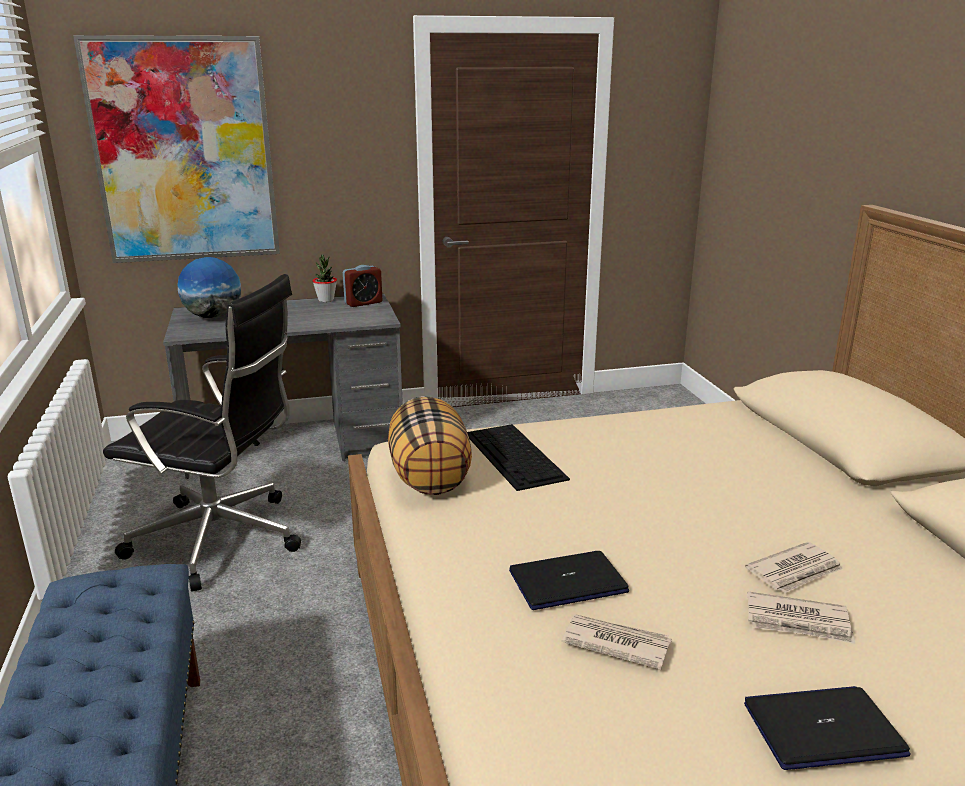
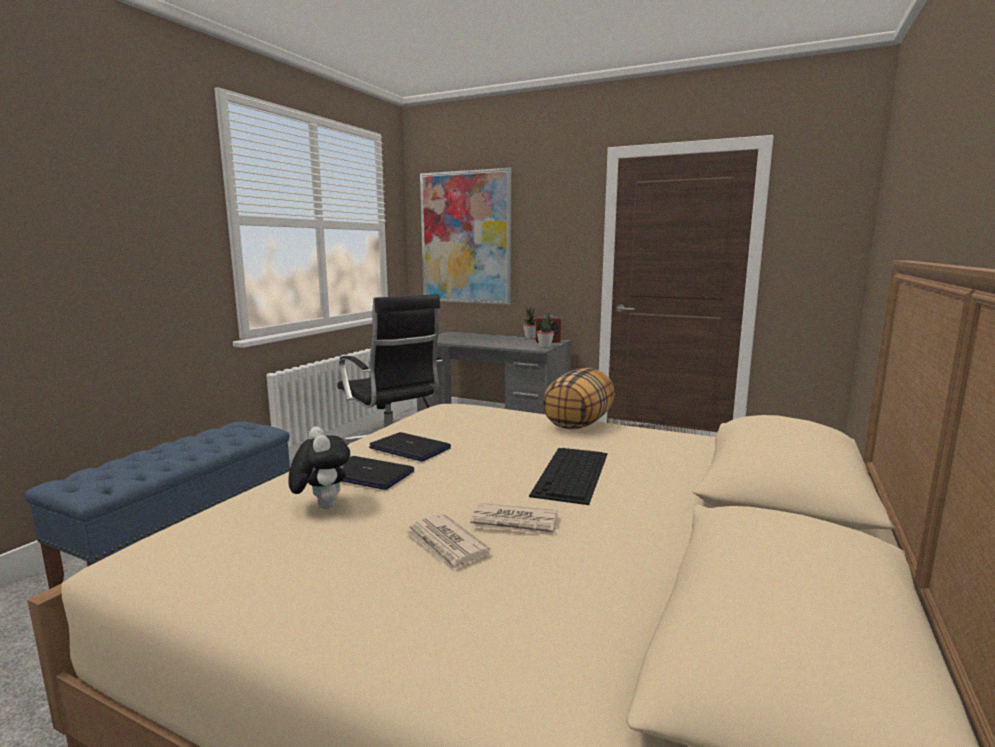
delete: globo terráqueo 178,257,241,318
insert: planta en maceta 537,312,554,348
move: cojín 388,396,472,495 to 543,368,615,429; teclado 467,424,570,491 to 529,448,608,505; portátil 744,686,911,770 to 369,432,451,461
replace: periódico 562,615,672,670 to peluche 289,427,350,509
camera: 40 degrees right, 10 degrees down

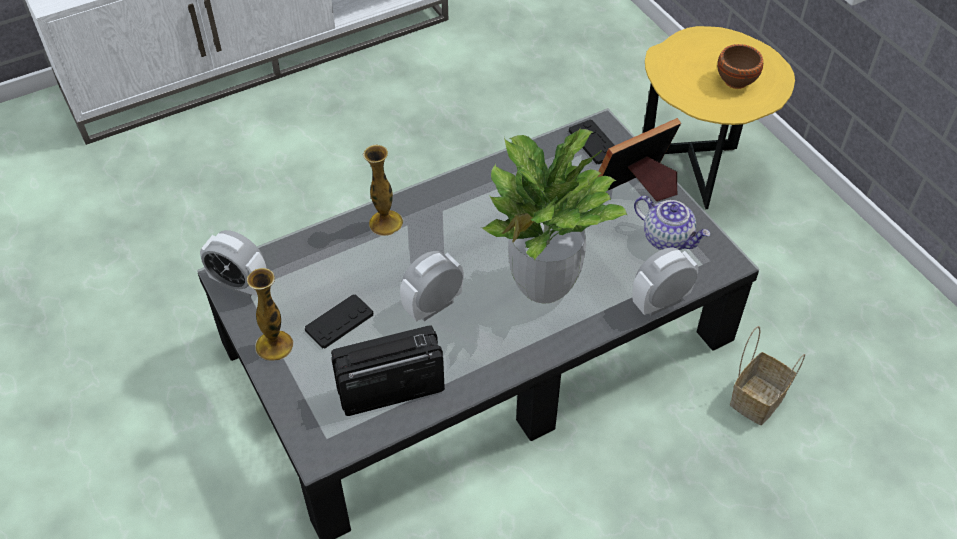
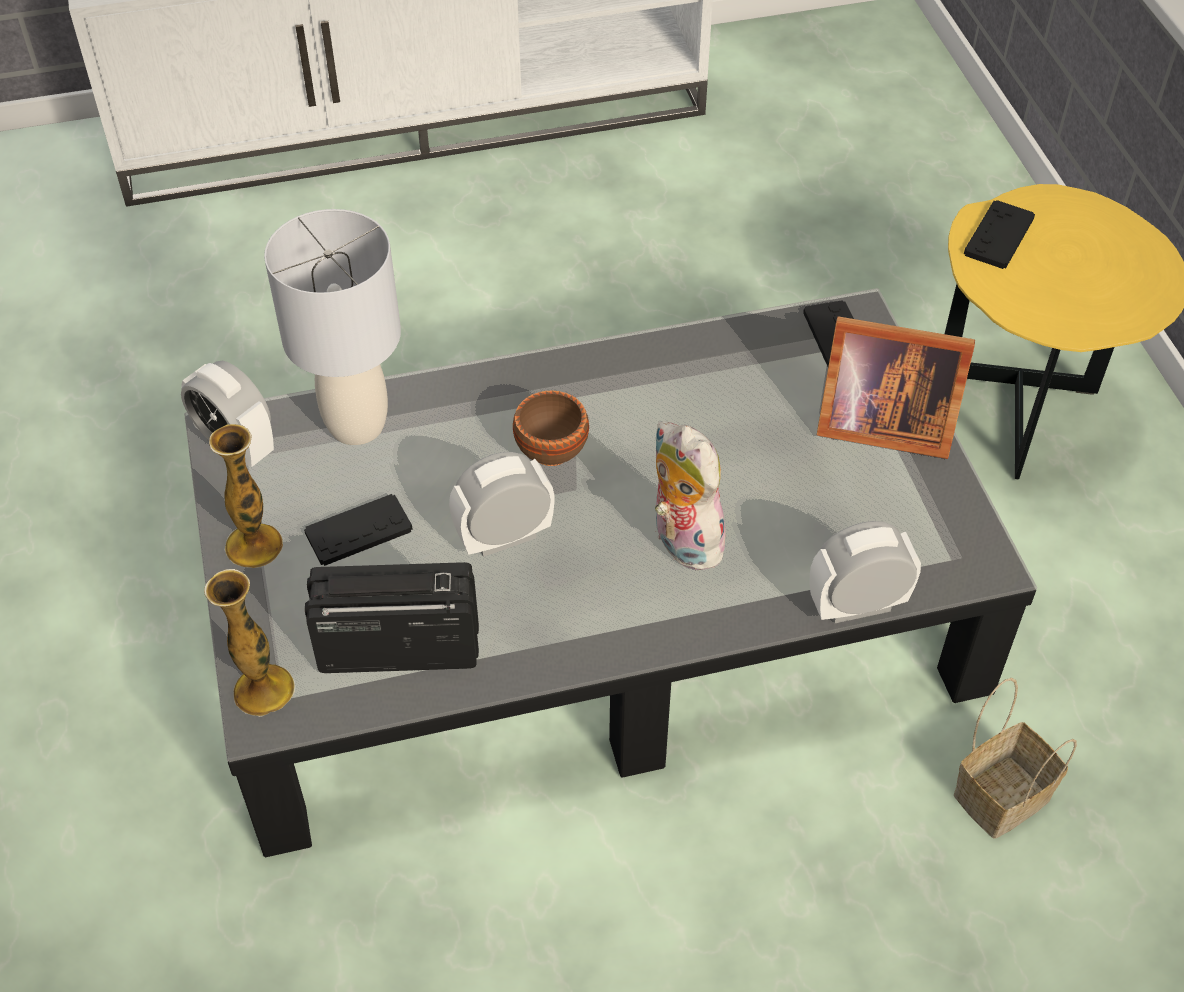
delete: tetera 634,196,710,250
insert: mando de consola (negro) 964,200,1035,269; lámpara de mesa (gris) 264,209,401,445
move: cuenco (marrón) 717,44,763,89 to 513,391,589,466; florero 363,145,403,236 to 204,569,295,717
replace: planta en maceta 481,128,628,303 to peluche 655,421,730,571
rotate: portarretratos 598,118,681,201 = 817,316,975,459 150 degrees counterclockwise
camera: 15 degrees right, 0 degrees up

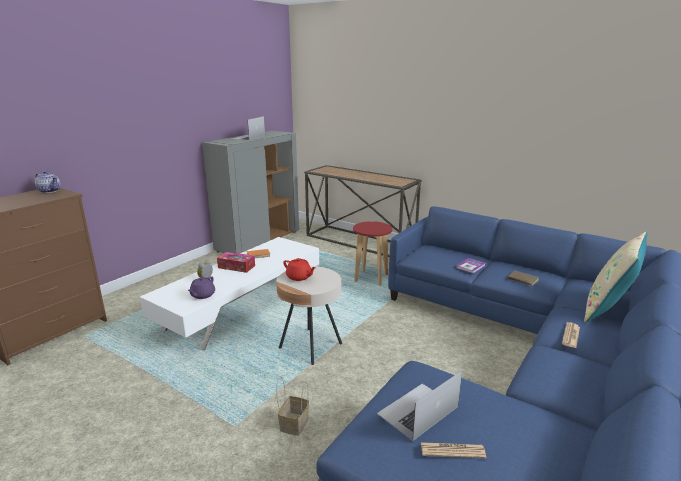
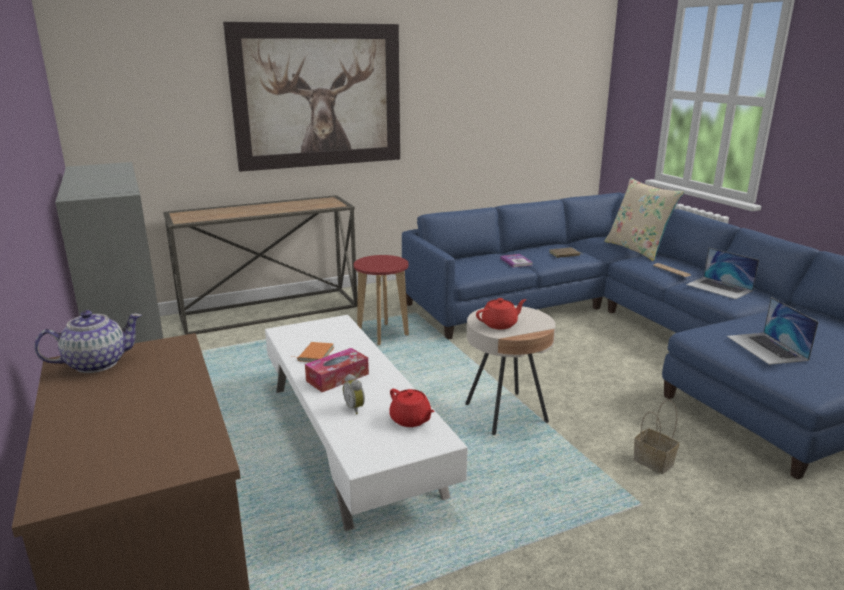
delete: periódico 421,442,486,458
insert: cuadro 223,22,400,172
move: portátil 233,116,265,141 to 686,248,759,299
recolor: tetera (morado) 188,276,215,299 to tetera (rojo) 389,389,435,427
camera: 60 degrees left, 0 degrees up

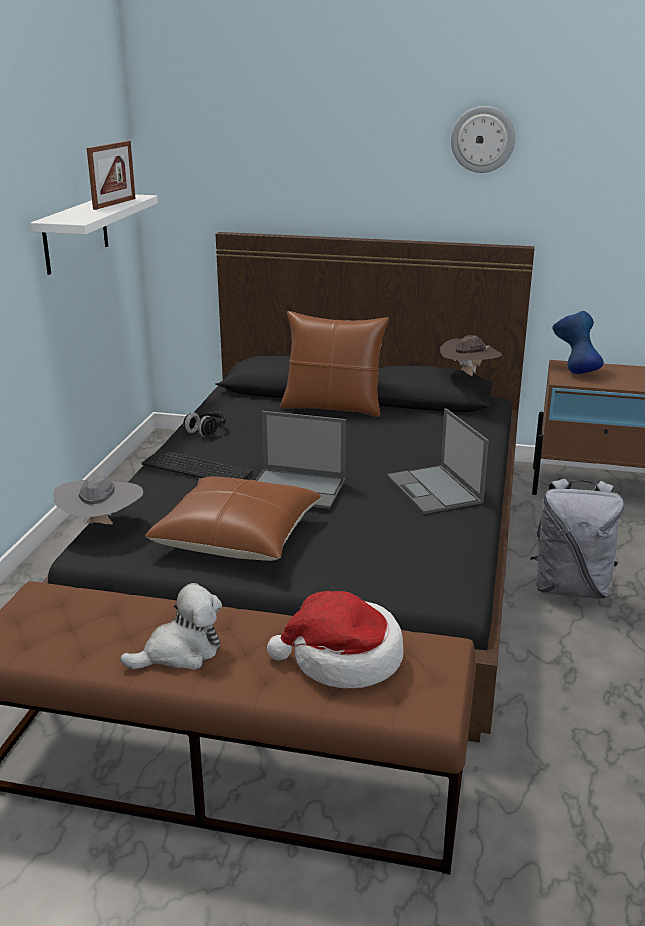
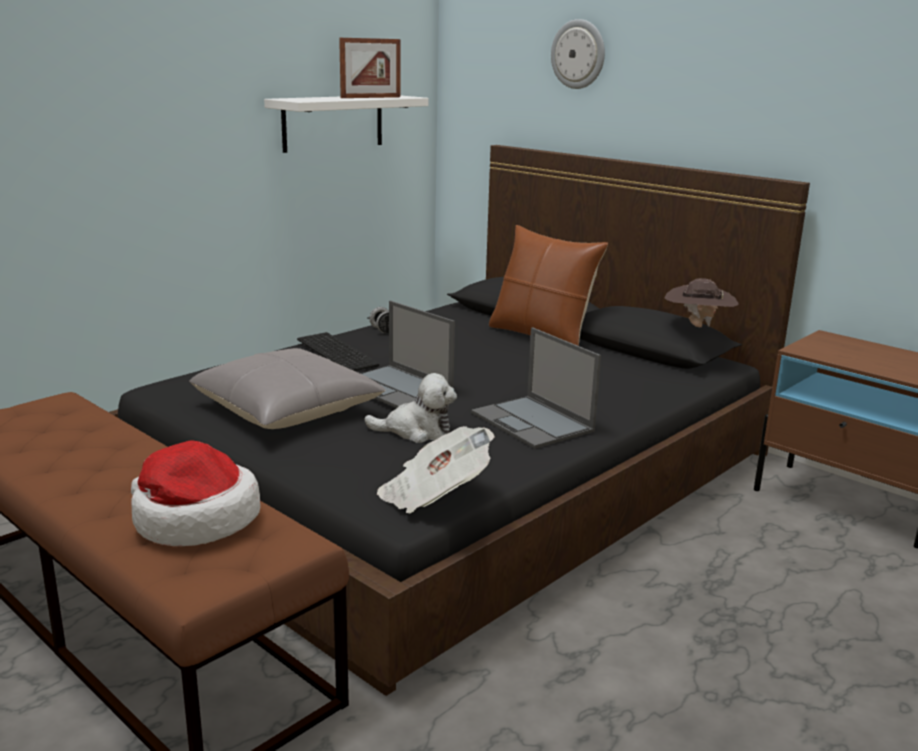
delete: florero (azul) 552,311,604,374; sombrero (gris) 53,474,143,524; mochila (gris) 530,479,624,599
insert: periódico 377,426,495,514
move: reloj de pared 451,106,515,173 to 551,19,605,89; peluche 120,583,222,670 to 364,373,457,443
recolor: cojín (marrón) 145,476,321,561 to cojín (gris) 189,348,385,429
rotate: portátil 387,408,489,514 = 471,328,601,449 45 degrees counterclockwise
camera: 30 degrees right, 5 degrees down

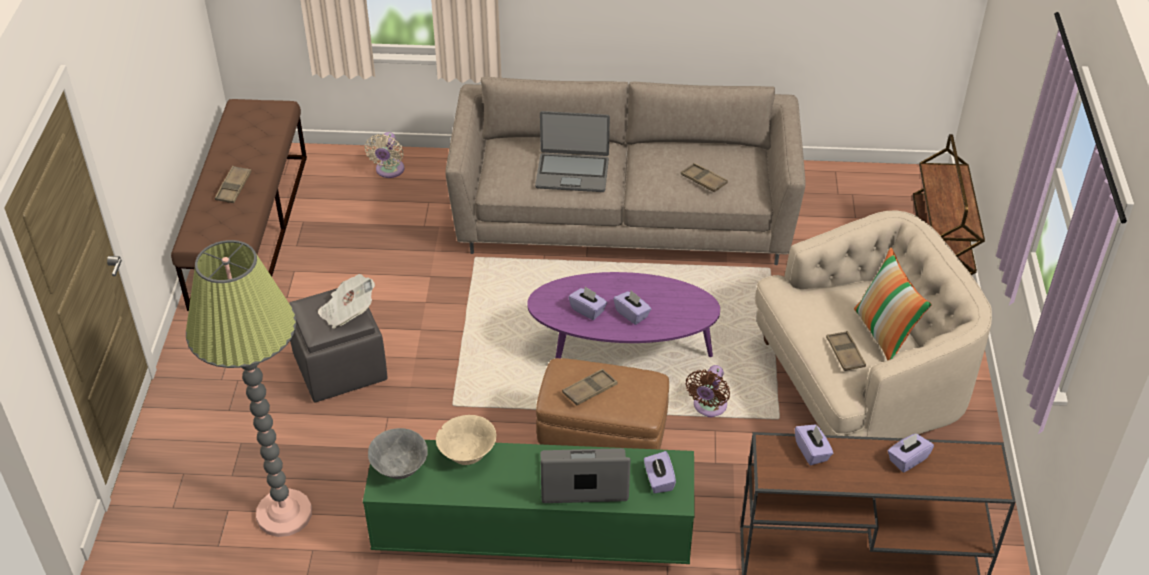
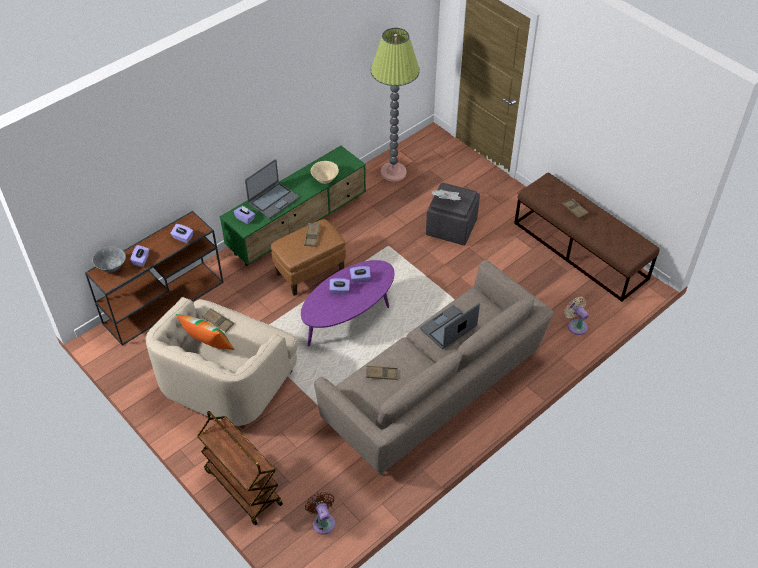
move: ventilador (marrón) 686,365,730,417 to 305,492,335,534; cuenco (gris) 368,428,428,479 to 92,247,126,273
camera: 135 degrees right, 5 degrees up

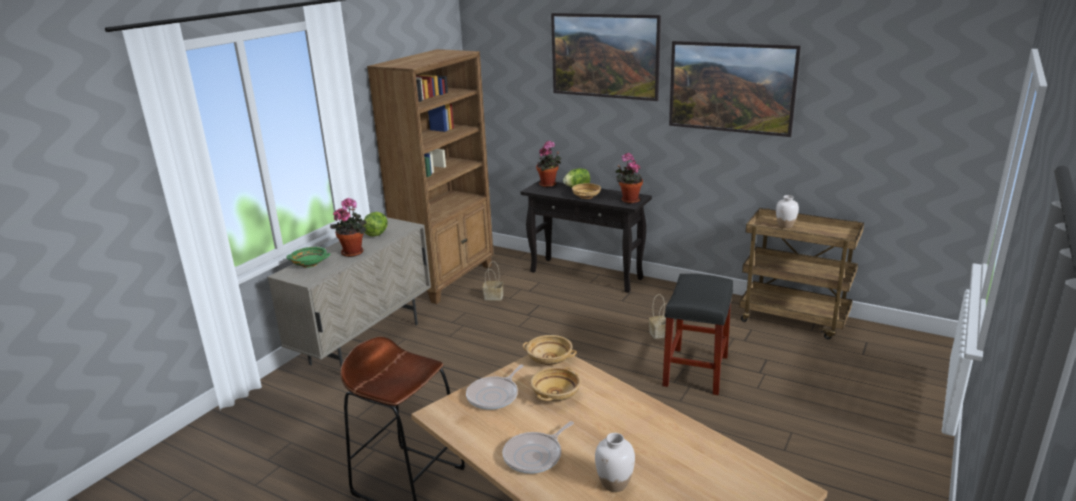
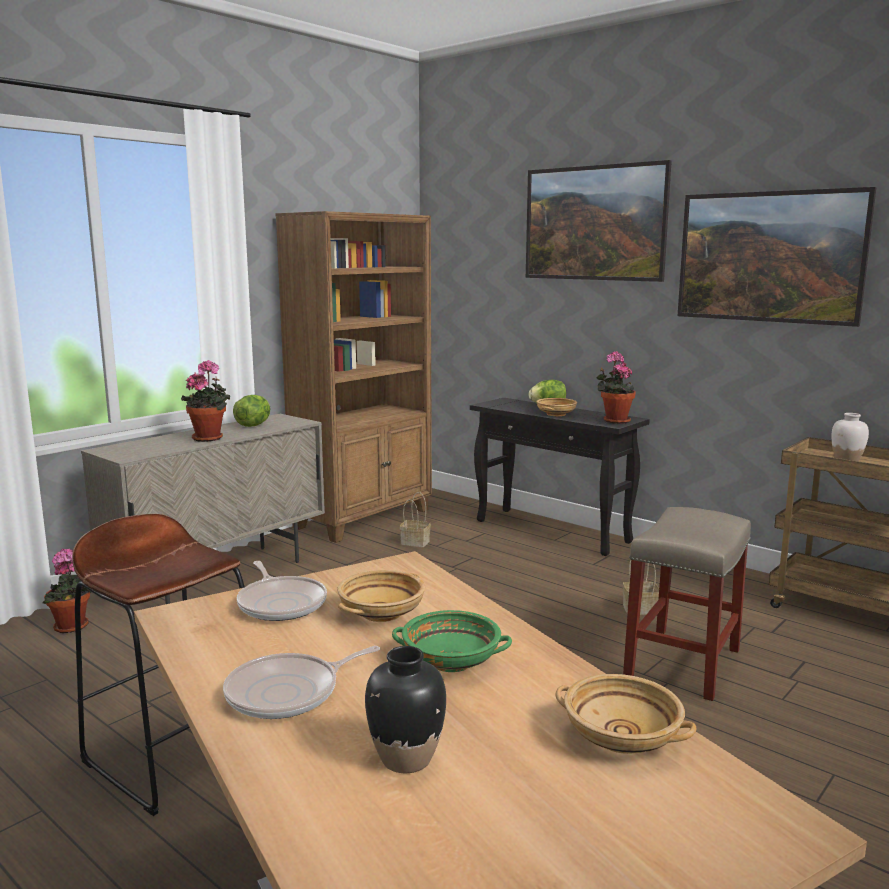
move: planta en maceta 536,141,561,187 to 42,548,91,633; cuenco (verde) 287,247,330,268 to 392,610,512,672; cuenco (beis) 522,335,577,365 to 555,674,696,754
recolor: taburete (negro) 662,274,733,395 to taburete (beis) 623,507,751,701; florero (blanco) 595,433,635,492 to florero (negro) 365,646,446,773
rotate: sartén 466,365,524,410 = 237,561,327,621 75 degrees counterclockwise
camera: 10 degrees right, 10 degrees down

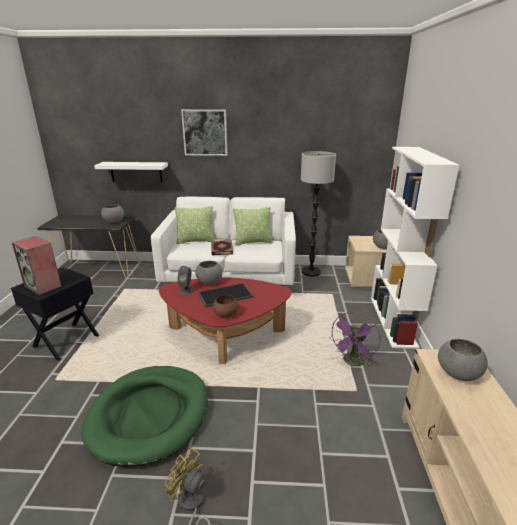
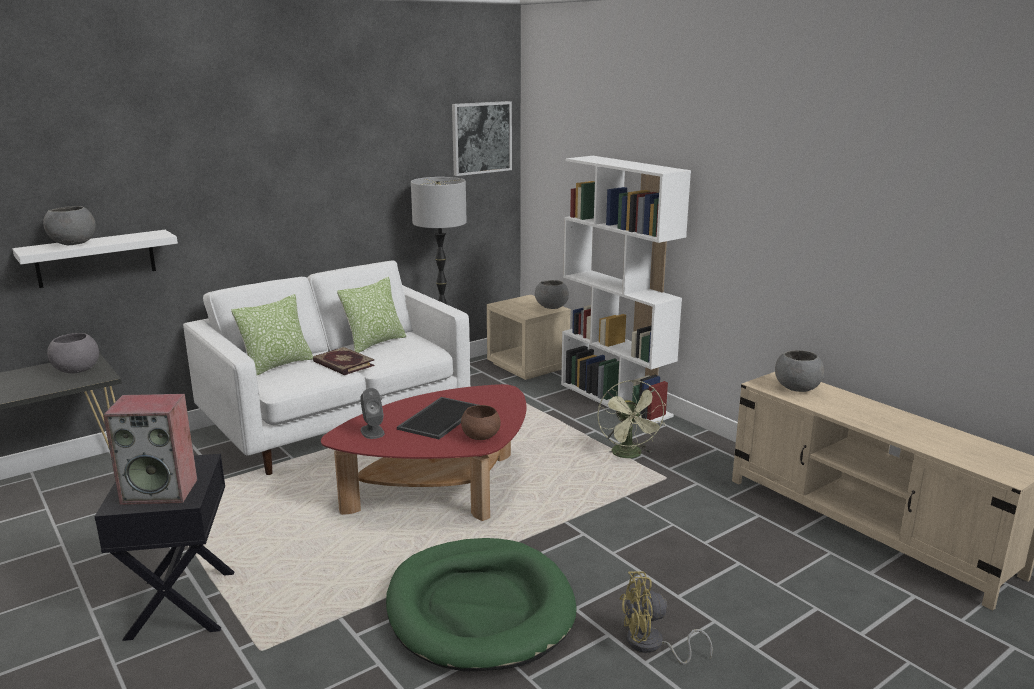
move: cuadro 181,109,228,156 to 452,101,512,176; cuenco (gris) 195,261,222,285 to 43,206,96,245
recolor: ventilador (morado) 330,312,381,367 to ventilador (verde) 597,380,666,458
camera: 40 degrees left, 5 degrees down

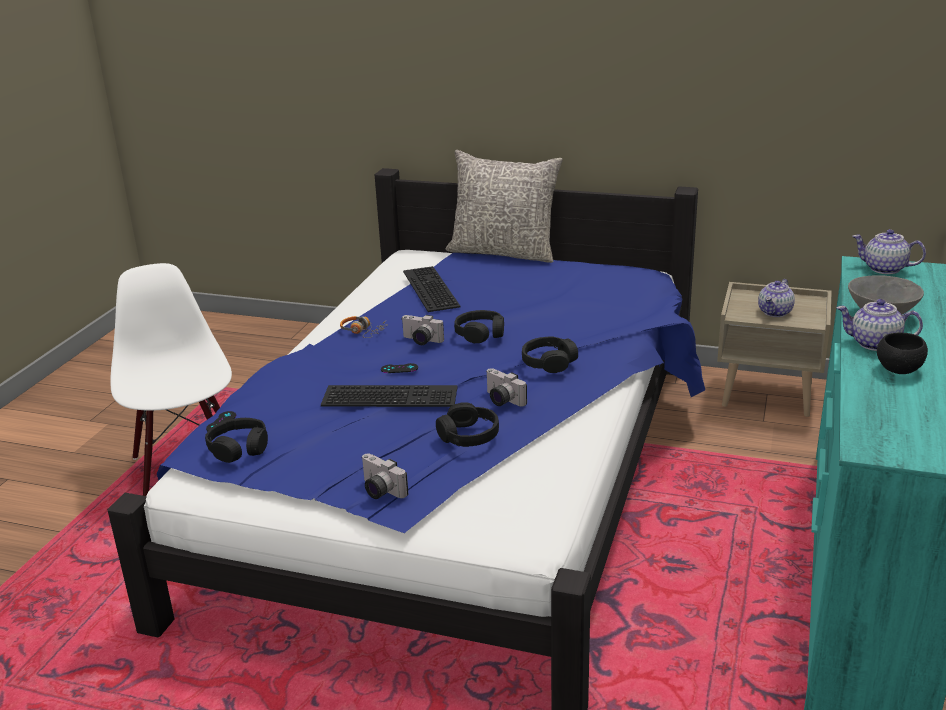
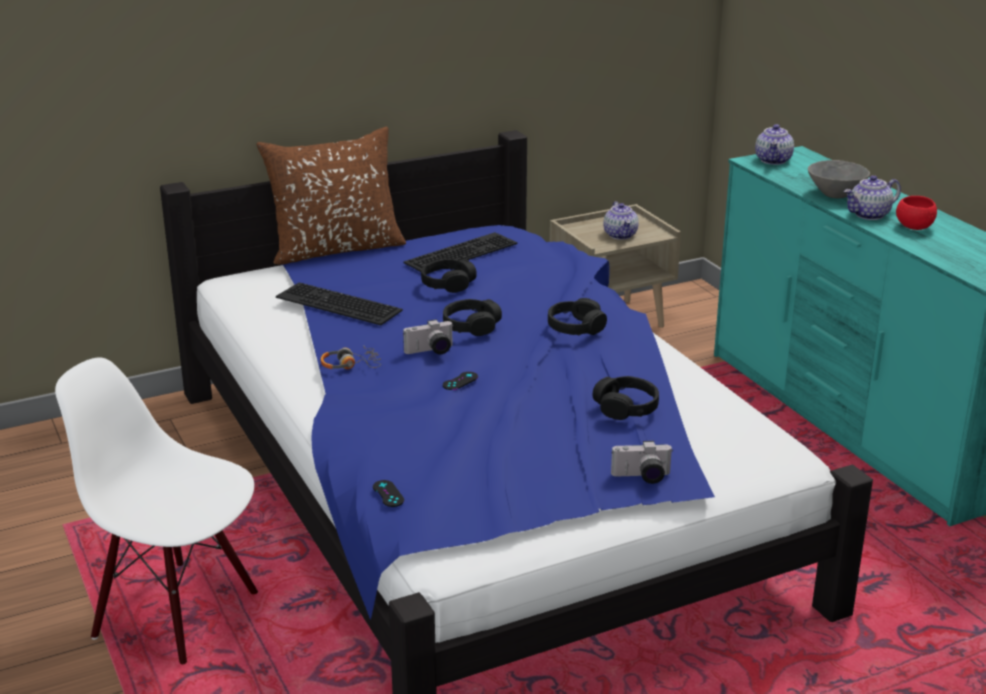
delete: cámara 486,368,527,407
move: teclado 321,385,458,407 to 403,232,517,272; auriculares (negro) 205,418,268,463 to 421,259,477,293
recolor: cojín (gris) 446,150,563,263 to cojín (marrón) 256,127,406,265; cuenco (negro) 877,333,928,374 to cuenco (rojo) 896,196,937,230
rotate: tetera 852,229,926,274 = 755,124,794,165 60 degrees counterclockwise
camera: 45 degrees left, 0 degrees up

